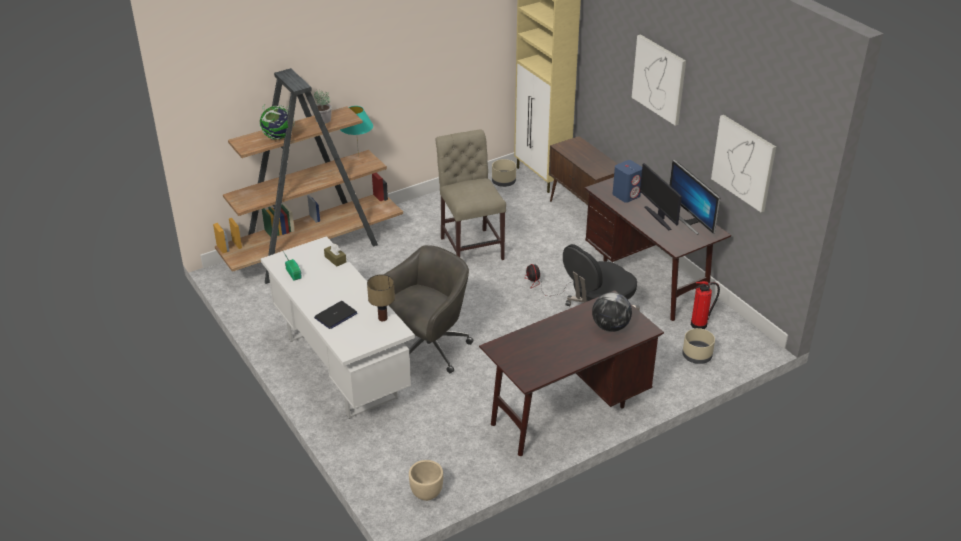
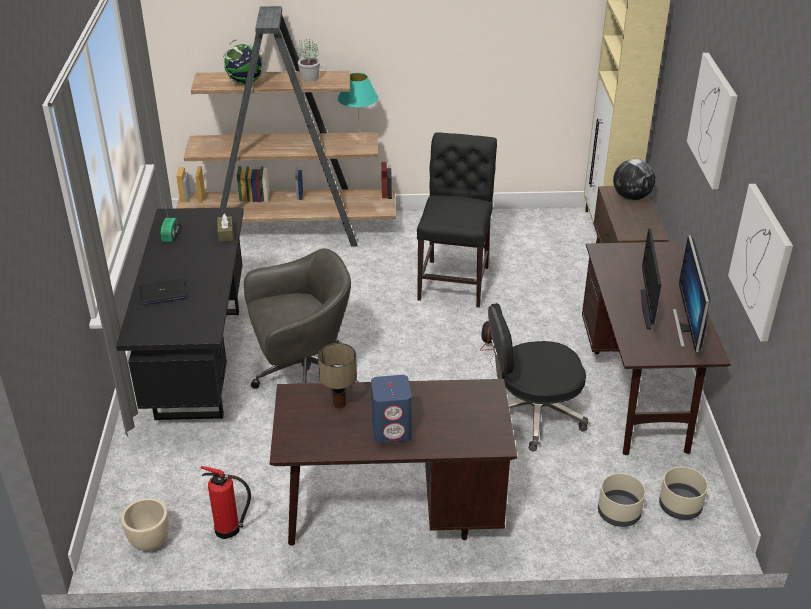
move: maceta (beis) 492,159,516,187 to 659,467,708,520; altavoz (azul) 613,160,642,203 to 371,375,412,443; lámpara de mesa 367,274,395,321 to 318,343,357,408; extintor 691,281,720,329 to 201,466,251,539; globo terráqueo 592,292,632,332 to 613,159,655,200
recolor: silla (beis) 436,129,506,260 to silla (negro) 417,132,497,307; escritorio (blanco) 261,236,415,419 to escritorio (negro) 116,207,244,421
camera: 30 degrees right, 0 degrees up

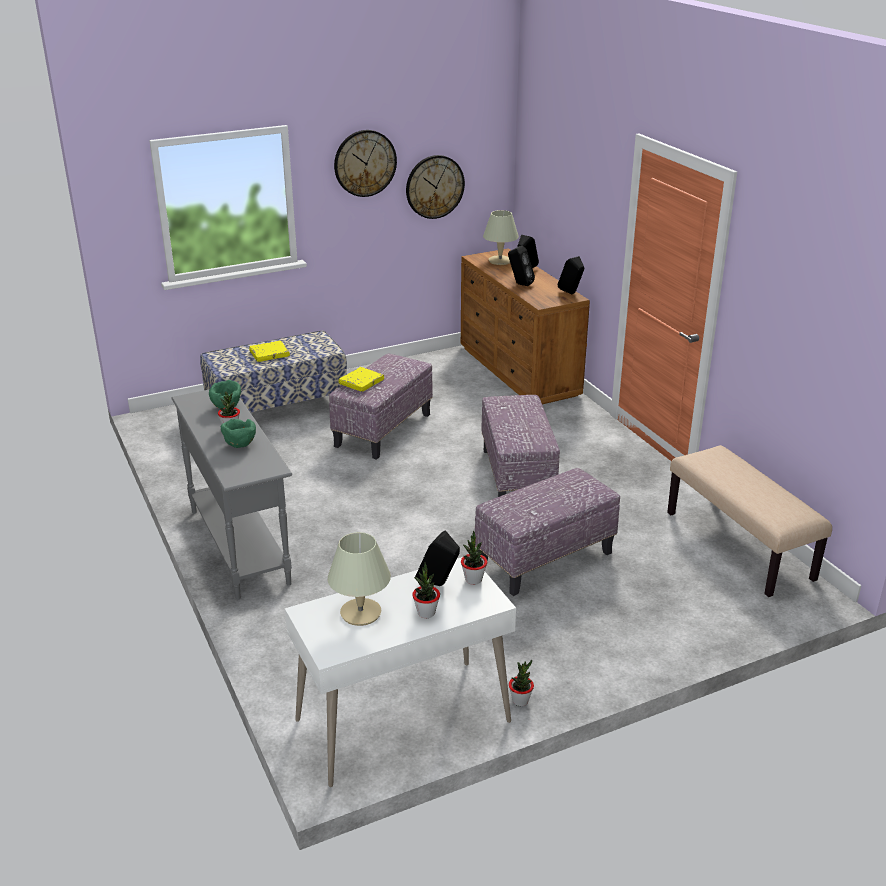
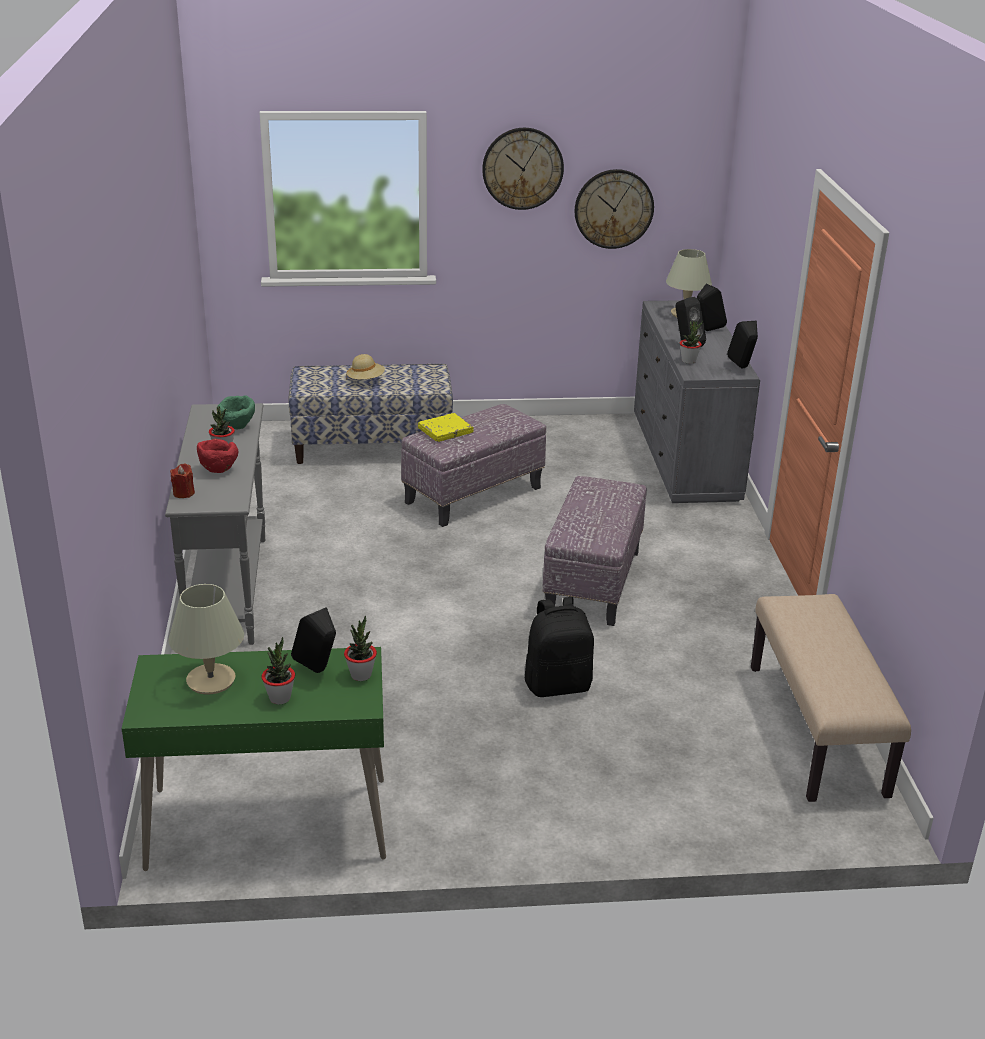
insert: vela (rojo) 170,464,195,498
move: planta en maceta 509,660,534,706 to 680,321,703,364
replace: libro (amarillo) 249,340,290,362 to sombrero (beis) 346,354,385,379; puf 475,468,620,596 to mochila (negro) 525,597,594,697
recolor: cómoda (marrón) 461,248,590,404 to cómoda (gris) 634,300,760,503; cuenco (verde) 221,419,256,448 to cuenco (rojo) 197,439,238,473; escritorio (blanco) 285,557,516,787 to escritorio (verde) 122,647,386,871
camera: 20 degrees right, 0 degrees up

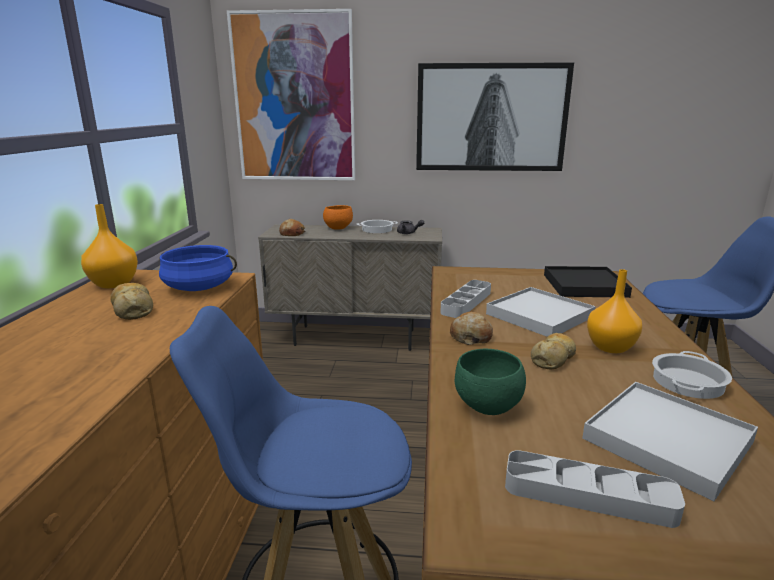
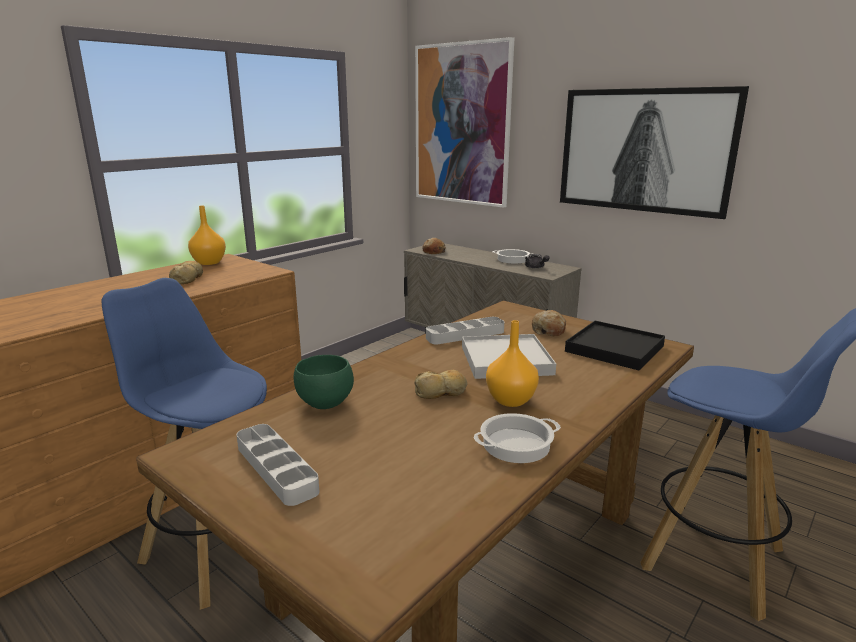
delete: cuenco (naranja) 323,205,353,230; olla (azul) 159,245,237,291; bandeja (blanco) 582,382,758,501
move: pan 450,311,493,345 to 532,310,566,337
camera: 35 degrees right, 0 degrees up

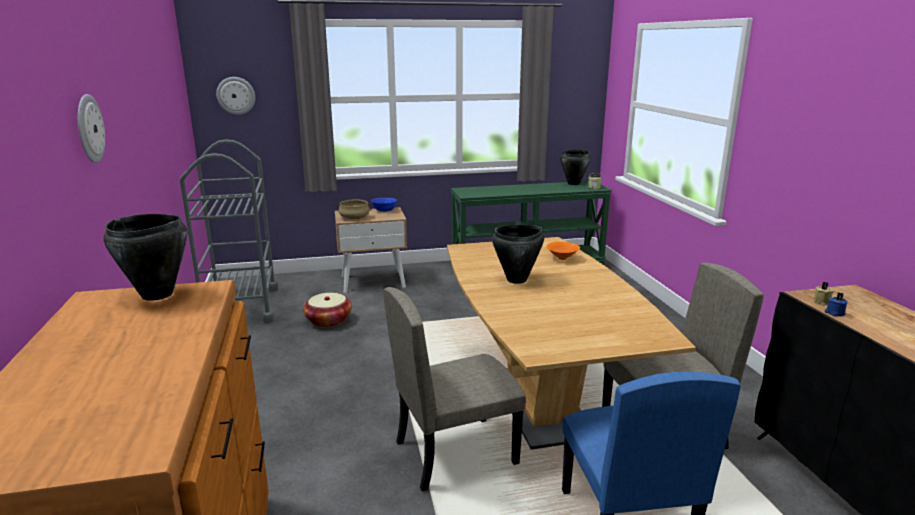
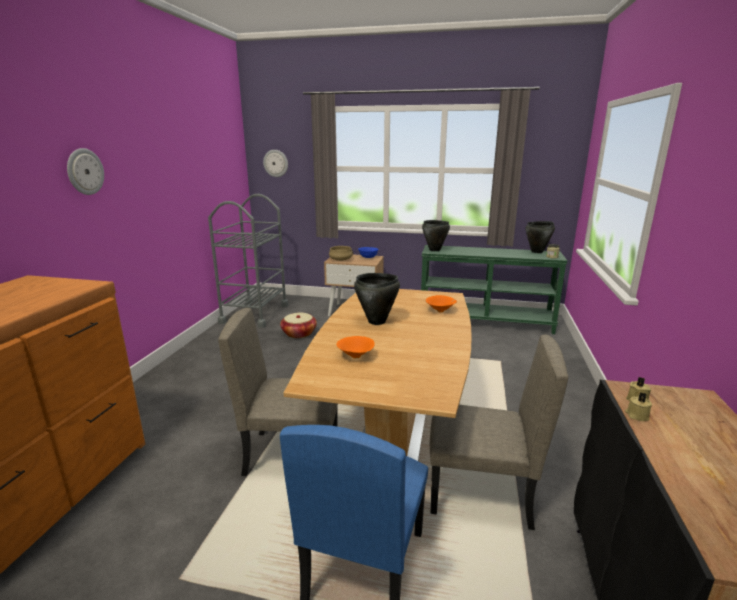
insert: cuenco (naranja) 337,336,375,359
move: olla (negro) 104,214,187,301 to 422,220,450,251
recolor: vela (azul) 825,293,848,316 to vela (beis) 625,392,652,421
camera: 25 degrees right, 0 degrees up

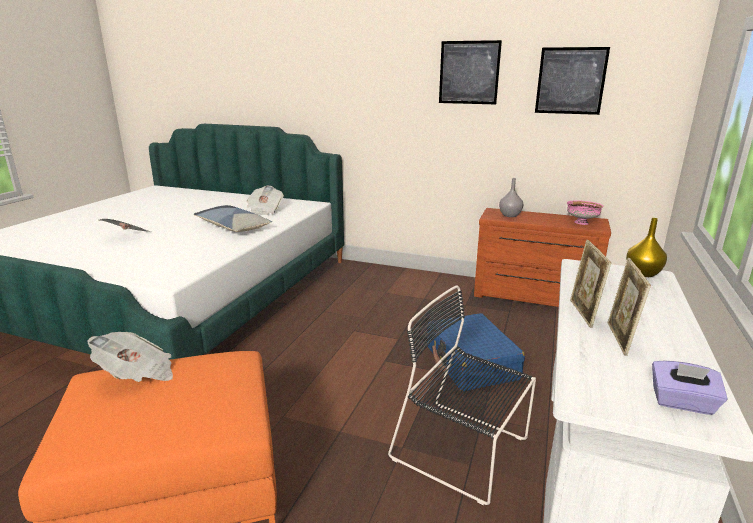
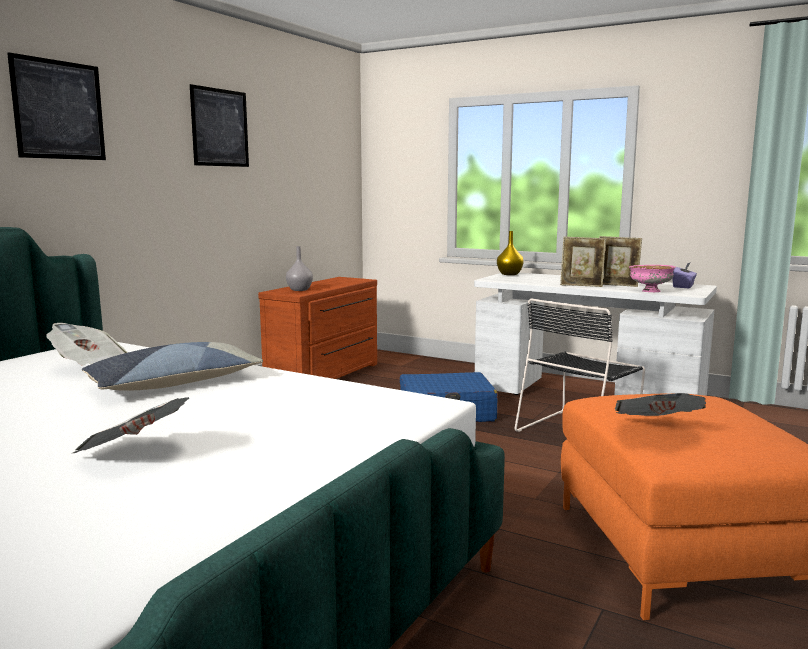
move: cuadro 535,47,610,115 to 7,52,106,160; cuenco (rosa) 567,201,603,225 to 629,265,676,292
camera: 80 degrees left, 10 degrees down

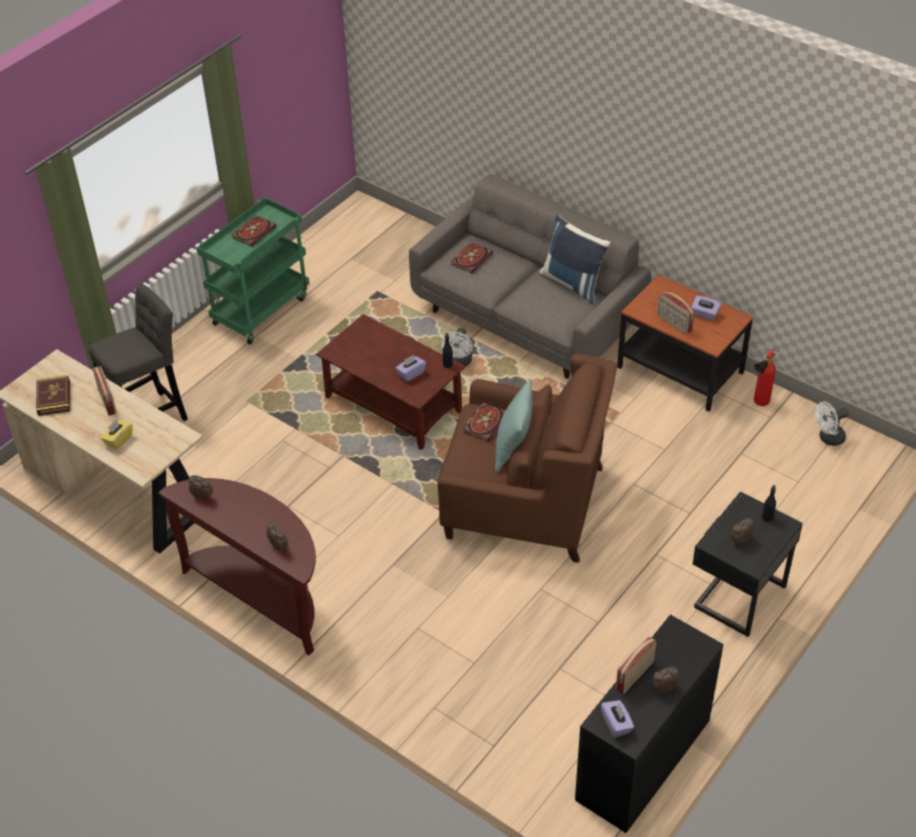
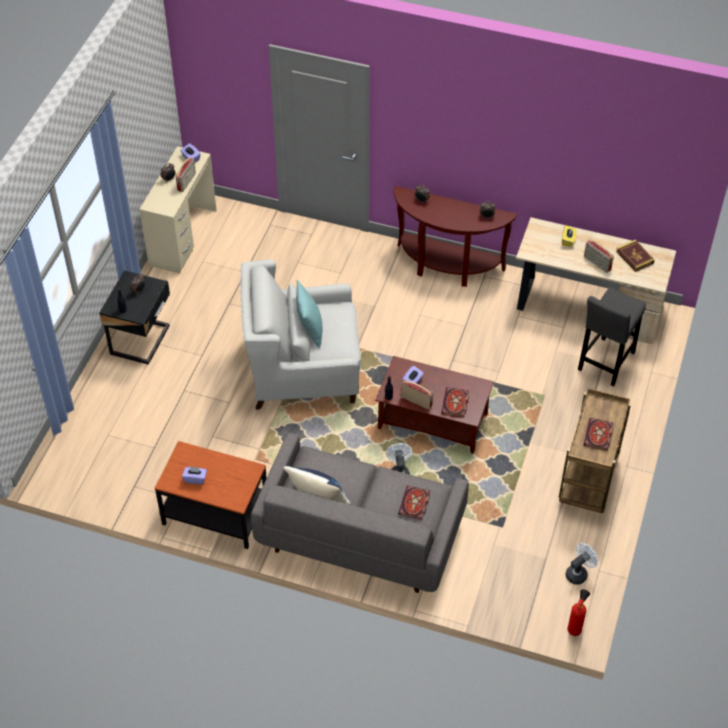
move: radio 657,292,694,334 to 401,380,433,410; extintor 754,349,776,406 to 568,589,590,636; libro 463,402,505,442 to 441,387,469,417; ventilador (blanco) 815,402,849,446 to 565,543,598,585
recolor: carrito (verde) 197,197,309,344 to carrito (marrón) 559,388,631,513; sillón (marrón) 437,354,617,563 to sillón (blanco) 240,259,361,410; escritorio (negro) 575,615,724,833 to escritorio (beis) 139,146,217,274
camera: 160 degrees right, 5 degrees up

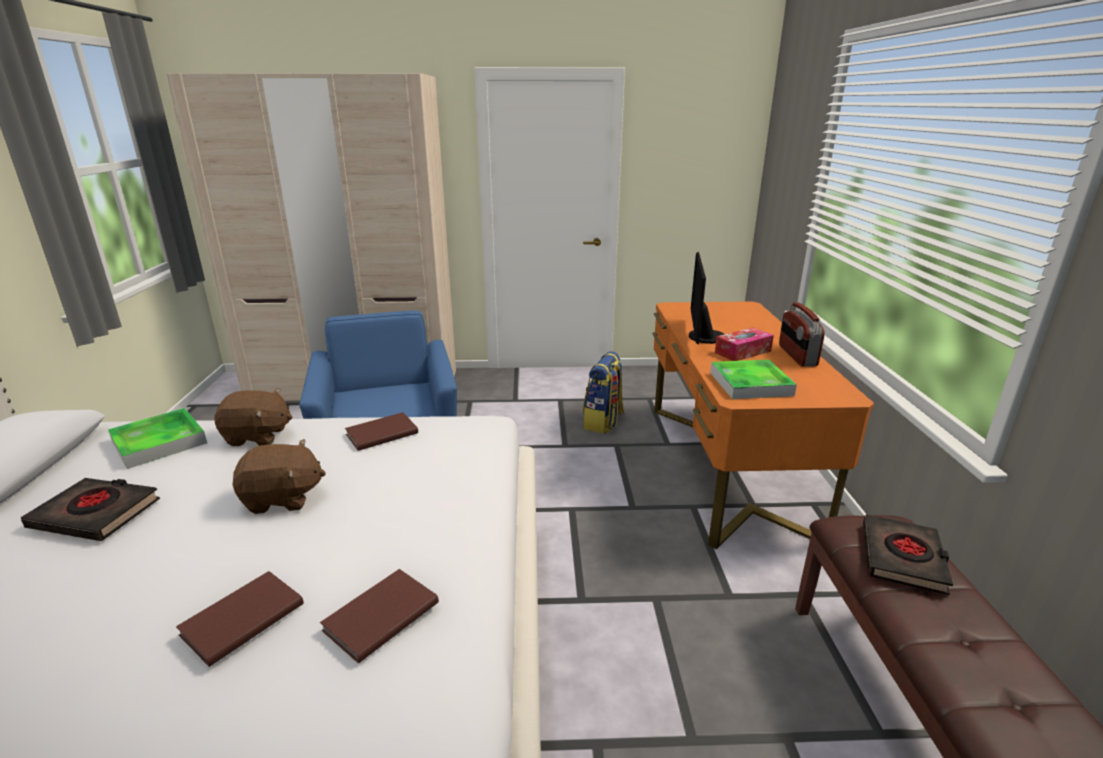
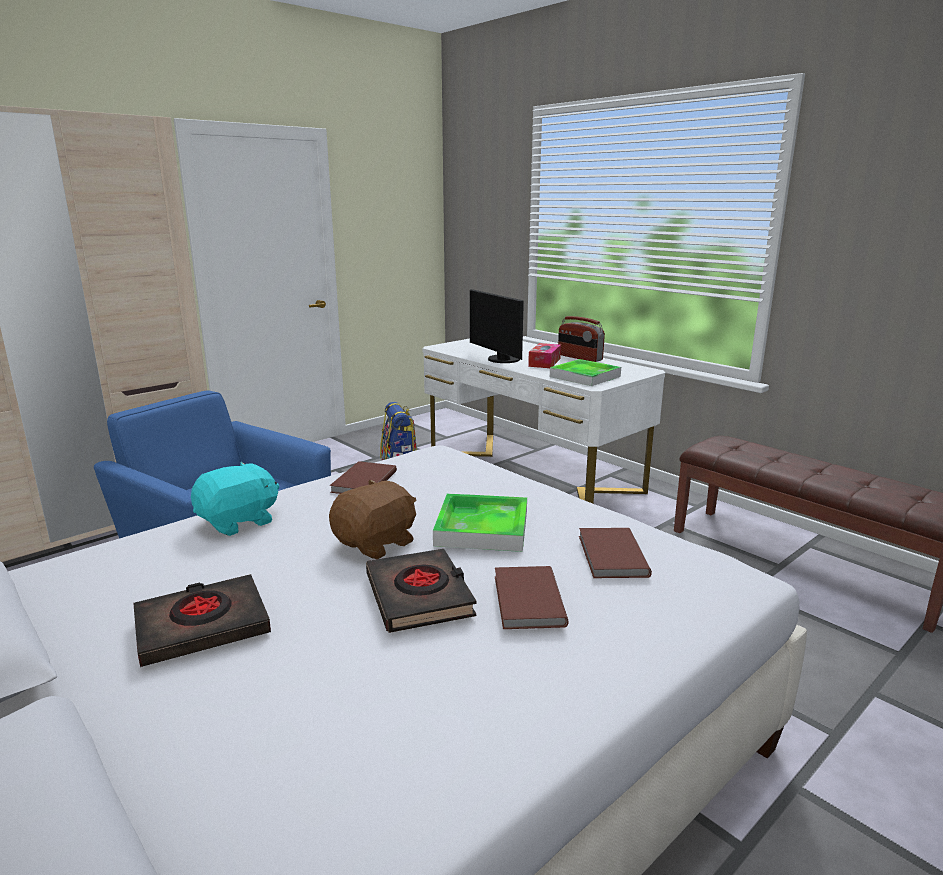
move: bandeja 108,408,207,469 to 433,493,527,552; libro (negro) 863,514,953,595 to 366,549,477,633
recolor: escritorio (naranja) 652,301,874,549 to escritorio (blanco) 423,339,665,504; peluche (marrón) 214,388,292,446 to peluche (turquesa) 191,462,279,536
camera: 40 degrees left, 5 degrees down

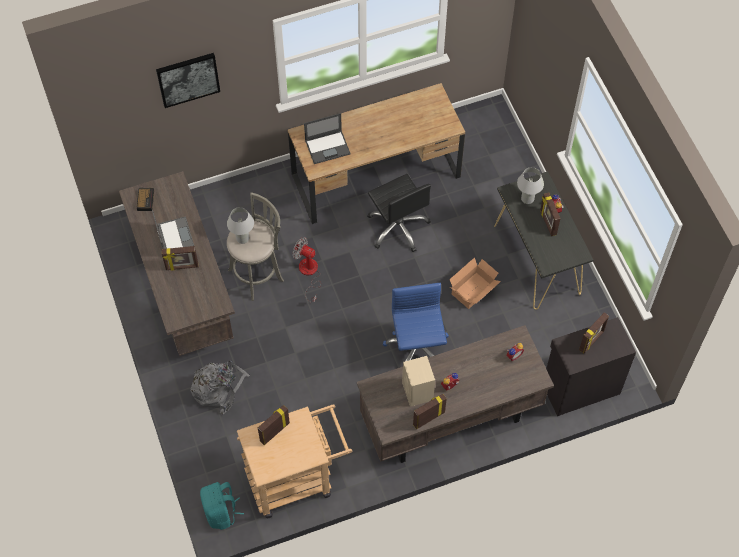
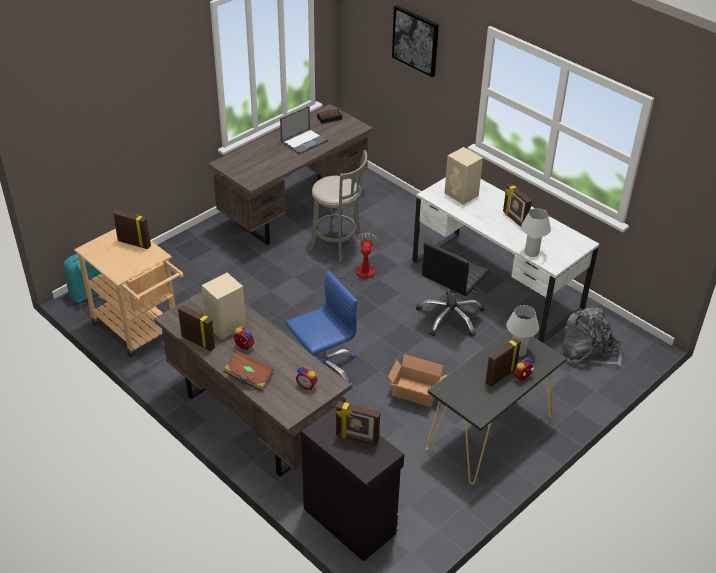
insert: libro (marrón) 224,350,273,391
move: lámpara de mesa (blanco) 227,207,254,244 to 521,208,551,257; portarretratos 162,246,198,271 to 503,183,532,227; mochila (gris) 190,360,250,414 to 563,308,622,367
replace: portátil 304,113,351,164 to altavoz (beis) 444,147,483,205
recolor: escritorio (marrón) 288,83,465,224 to escritorio (blanco) 412,177,599,343
camera: 65 degrees right, 20 degrees down

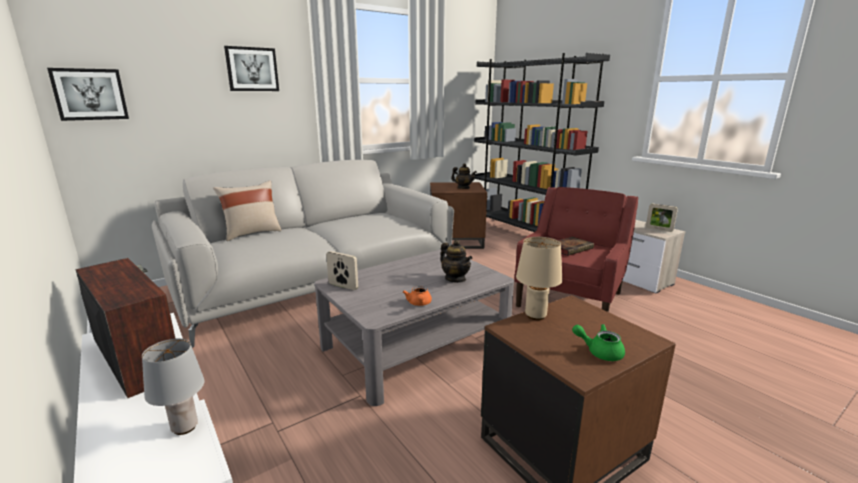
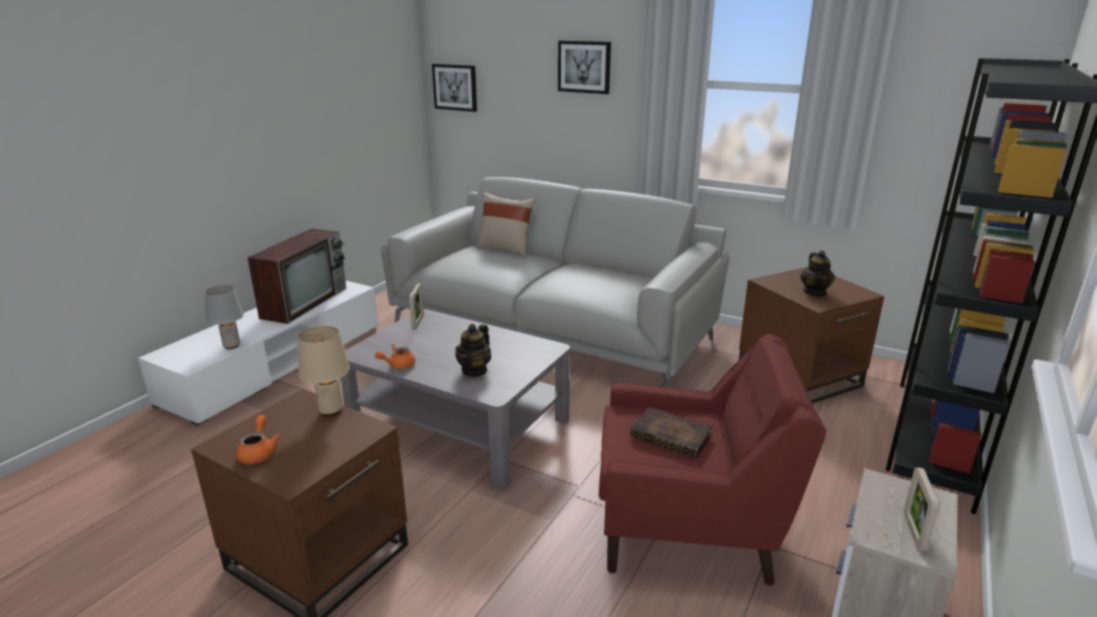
recolor: tetera (verde) 572,324,625,361 to tetera (naranja) 236,415,280,464
camera: 65 degrees right, 5 degrees up

